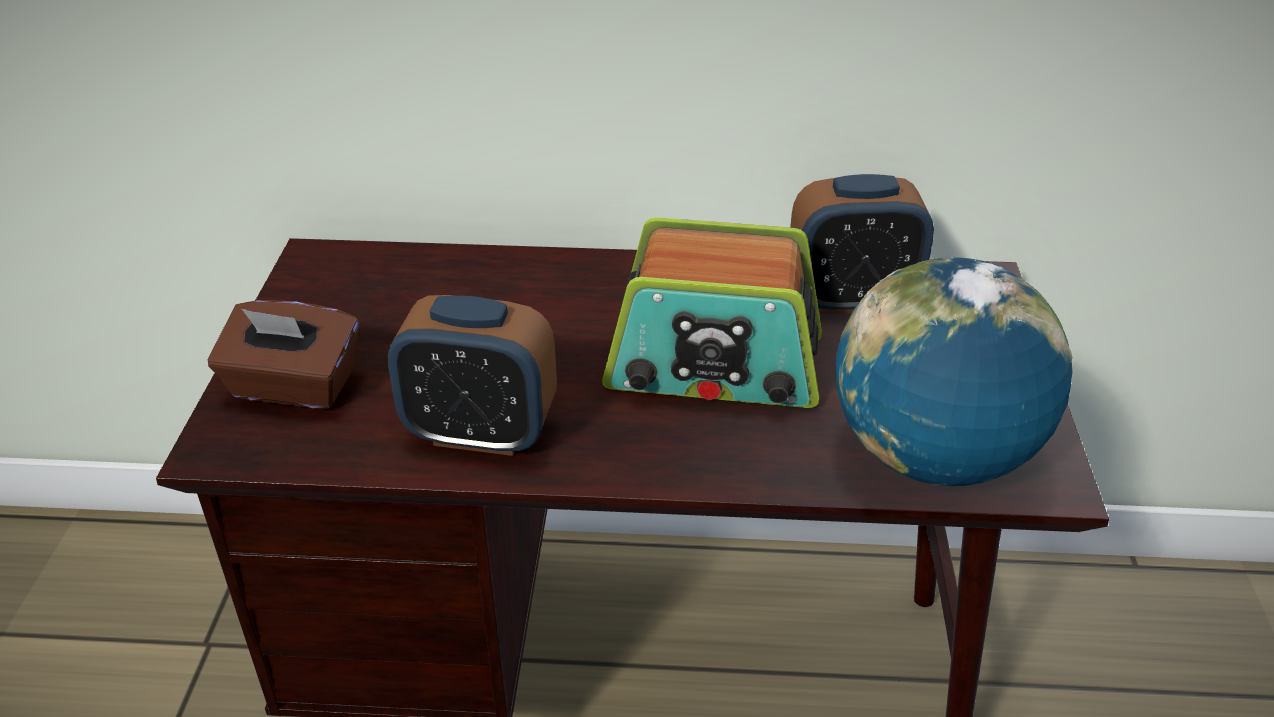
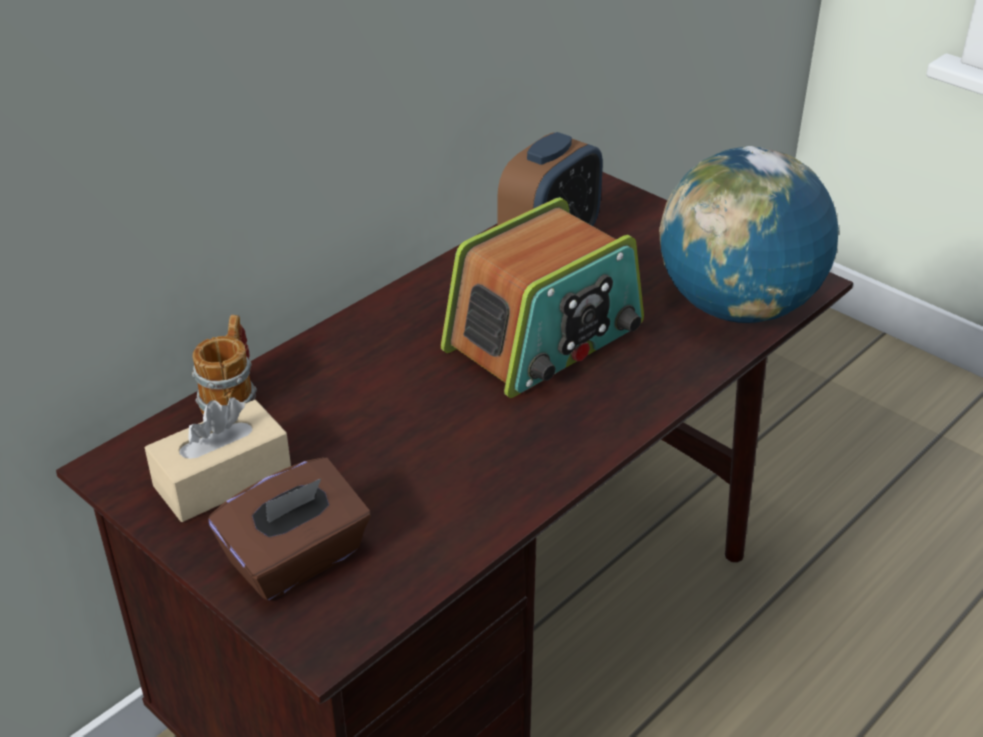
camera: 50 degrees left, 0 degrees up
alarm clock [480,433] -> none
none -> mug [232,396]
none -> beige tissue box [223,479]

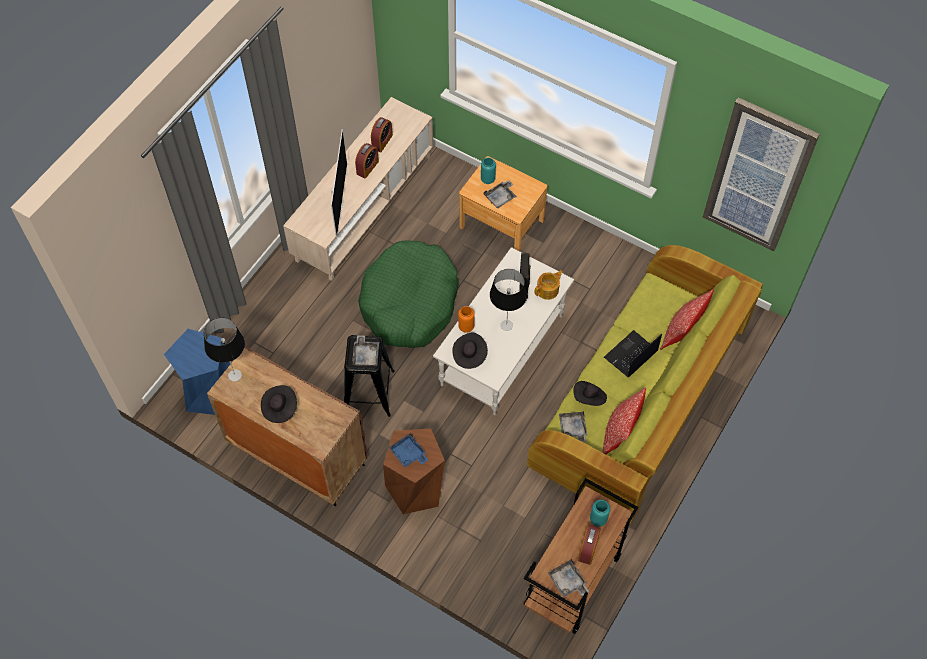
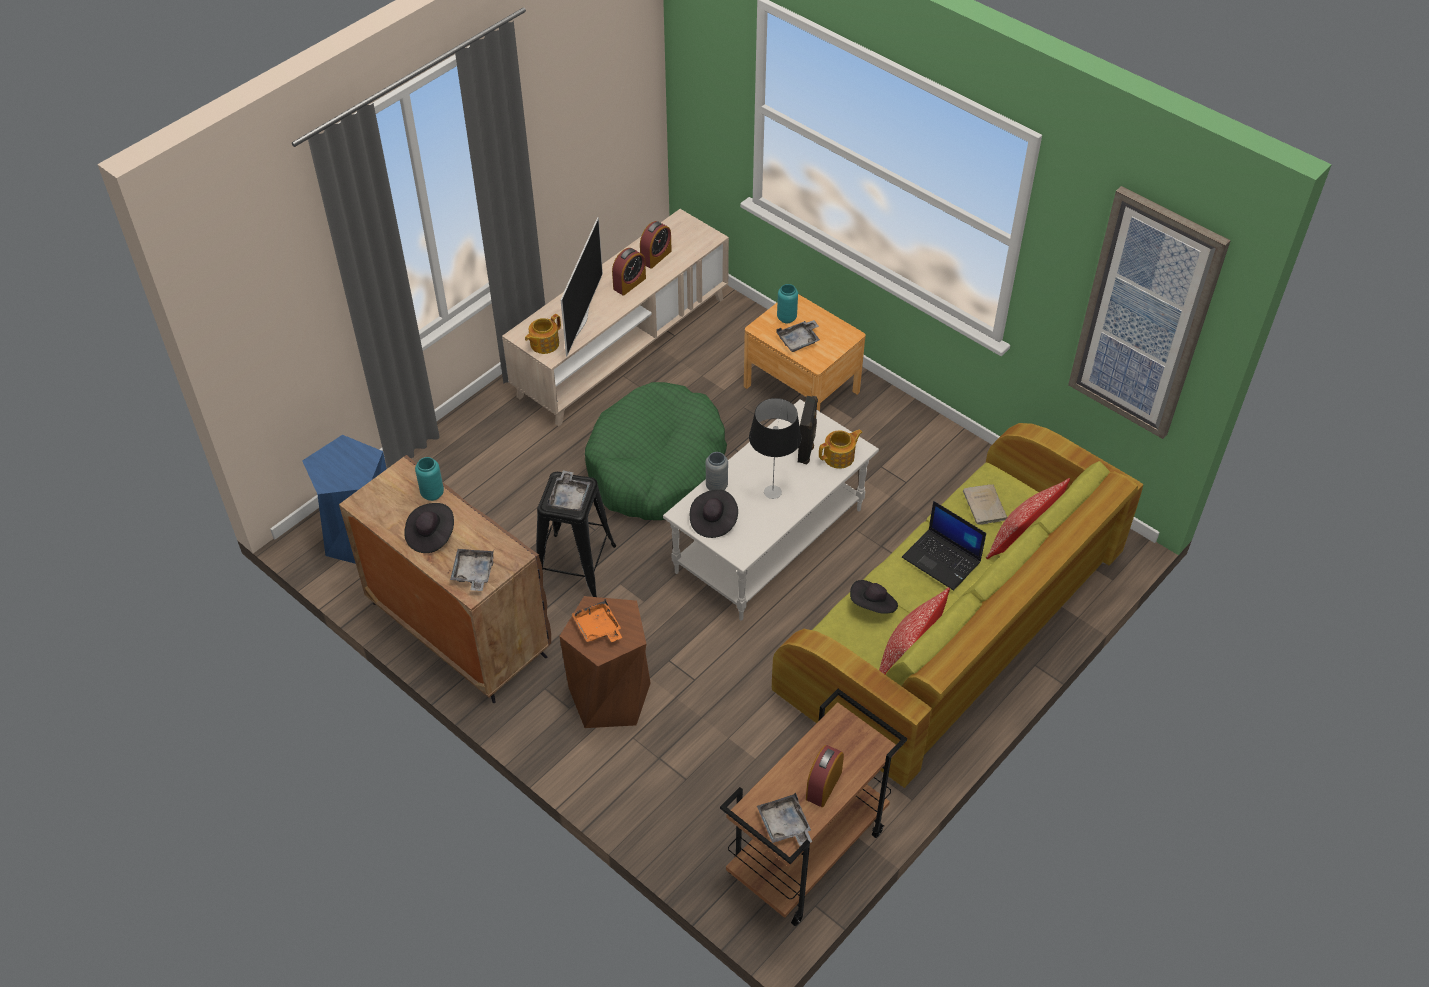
camera: 10 degrees right, 10 degrees down
orange vase [466,327] -> grey vase [716,486]
table lamp [235,375] -> none
laptop [631,355] -> laptop [942,560], 105 degrees counterclockwise
grey tray [573,428] -> grey tray [473,573], moved
blue tray [408,454] -> orange tray [598,628]
turquoise vase [598,519] -> turquoise vase [432,494], moved
none -> teapot [543,344]
none -> beige book [985,507]

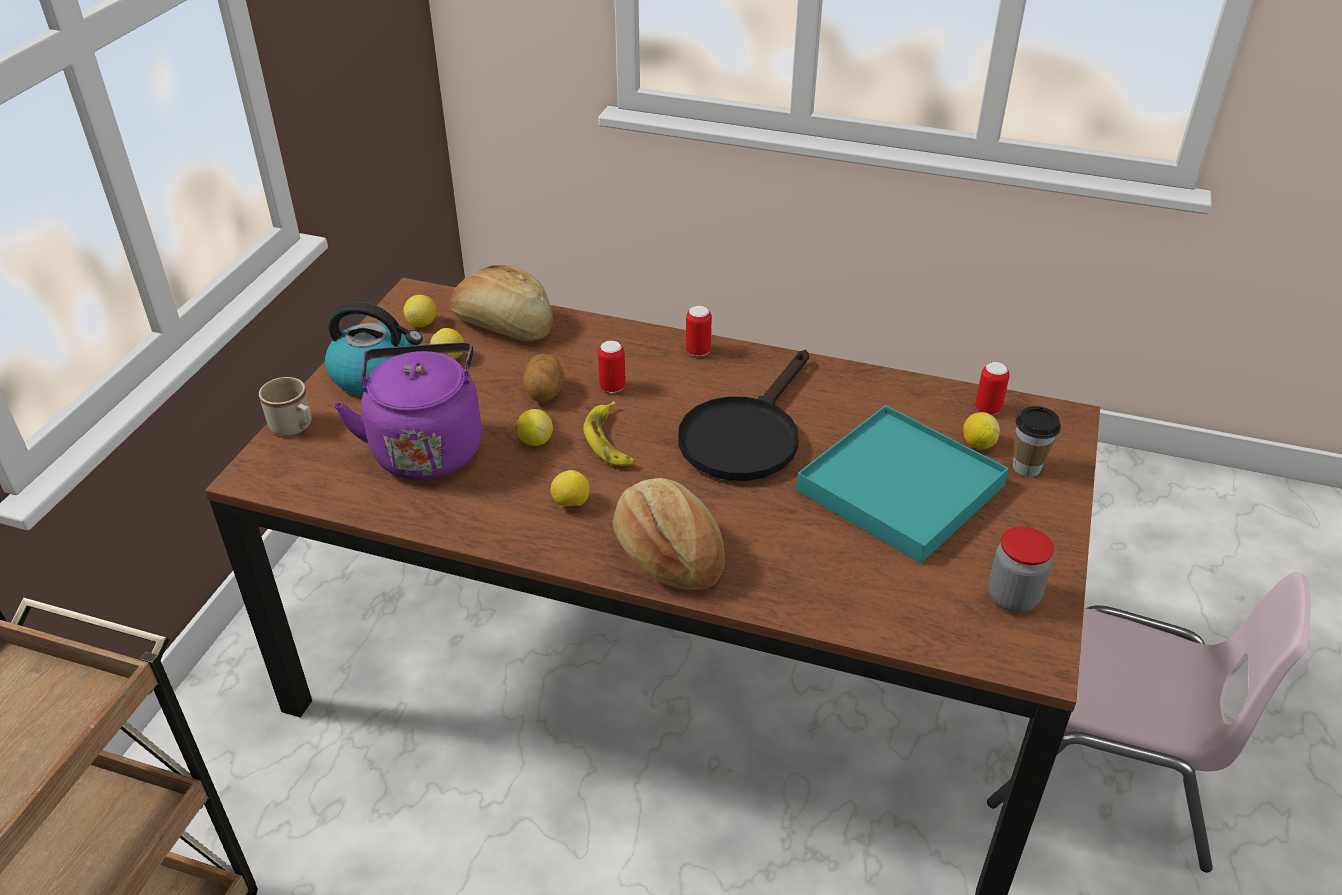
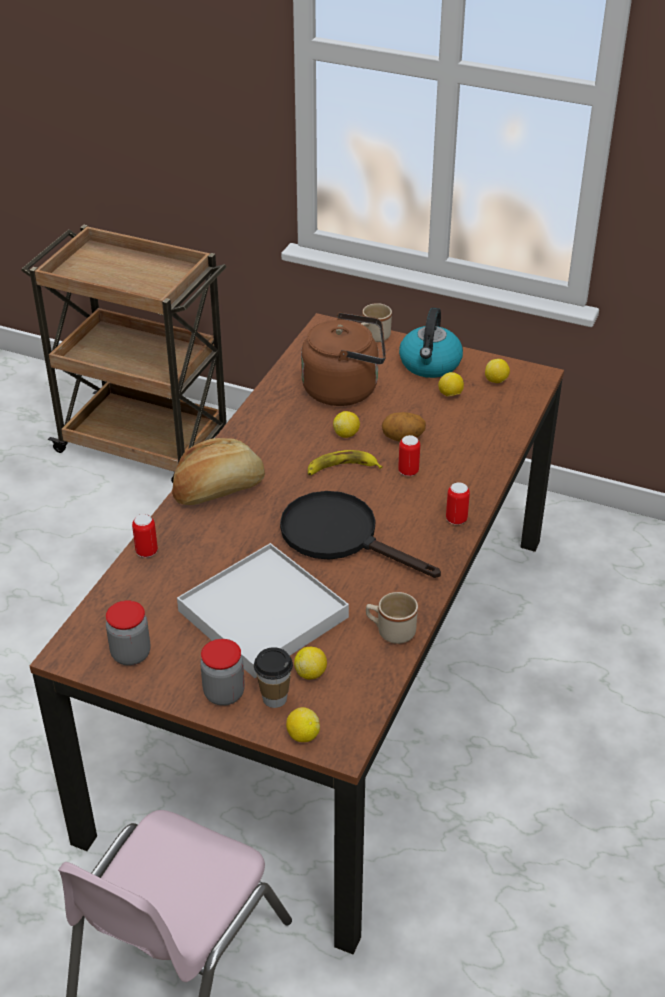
camera: 95 degrees right, 0 degrees up
bread [504,325] -> none
purple kettle [426,447] -> brown kettle [345,389]
can [987,409] -> can [146,552], moved
turquoise tray [899,488] -> white tray [263,614]
lemon [571,503] -> lemon [303,735], moved
none -> beige mug [390,631]
none -> jar [224,693]

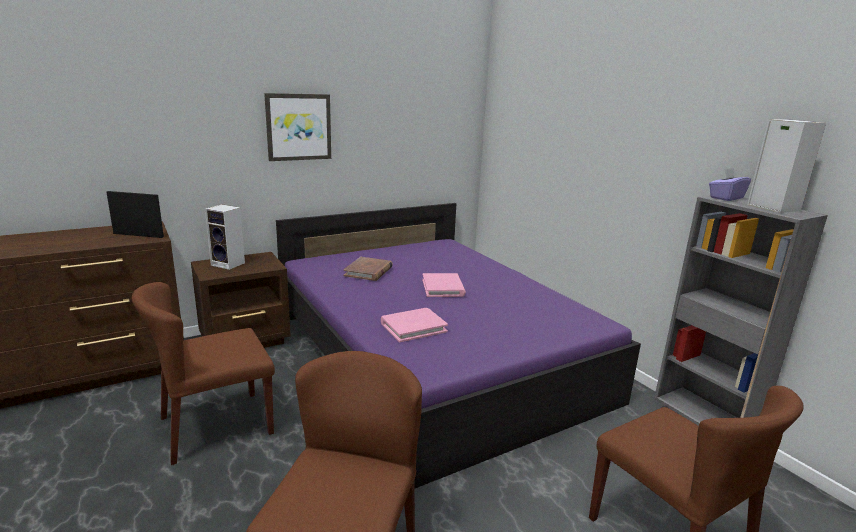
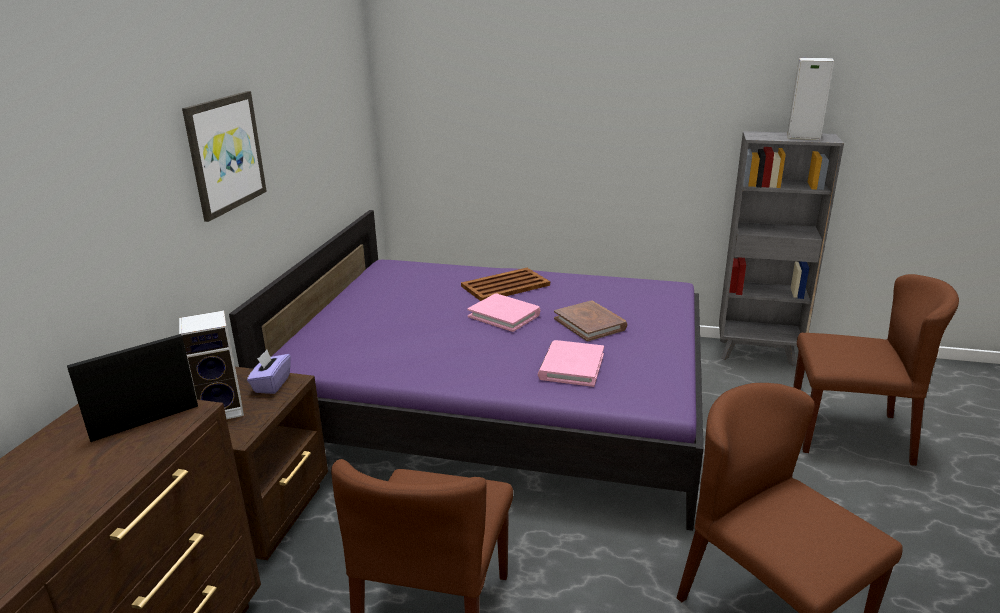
camera: 45 degrees left, 5 degrees up
purple tissue box [726,198] -> purple tissue box [271,384], moved
brown book [368,271] -> brown book [590,324], moved
none -> brown tray [504,286]

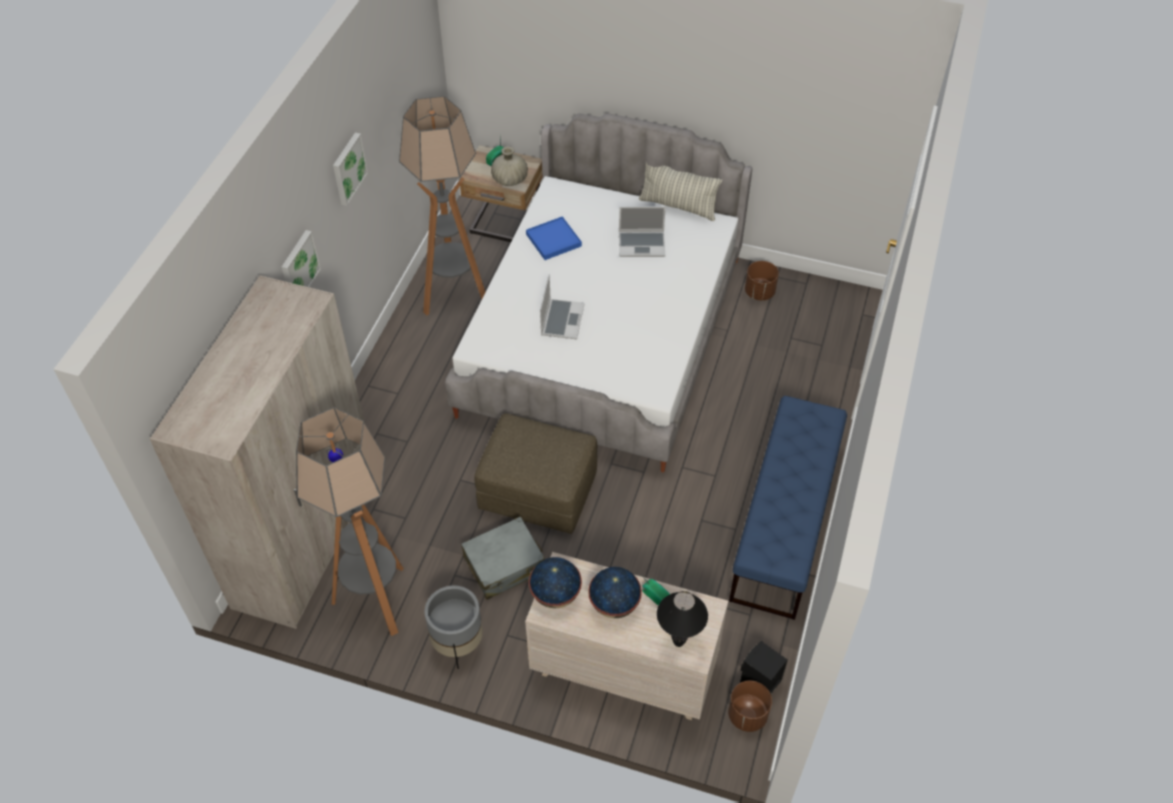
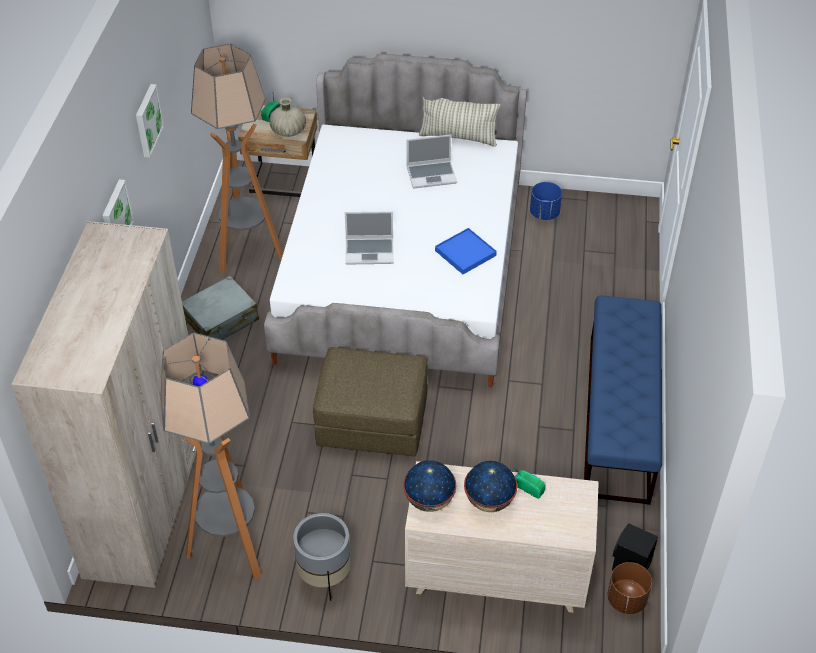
camera: 10 degrees left, 5 degrees down
blue tray [553,240] -> blue tray [465,253], moved
brown planter [759,292] -> blue planter [544,213]
laptop [561,319] -> laptop [370,251], 90 degrees clockwise
grey suitcase [505,565] -> grey suitcase [221,319], moved
black table lamp [678,643] -> none

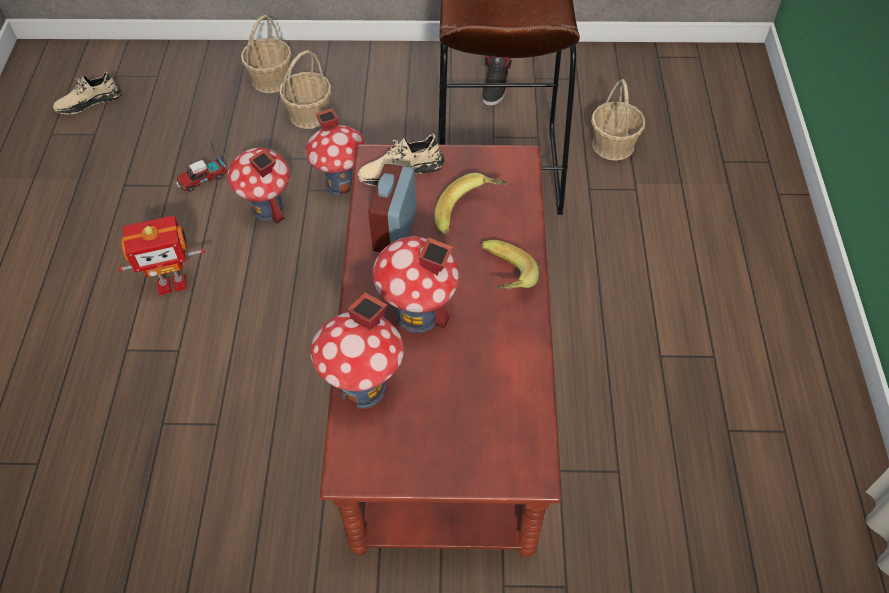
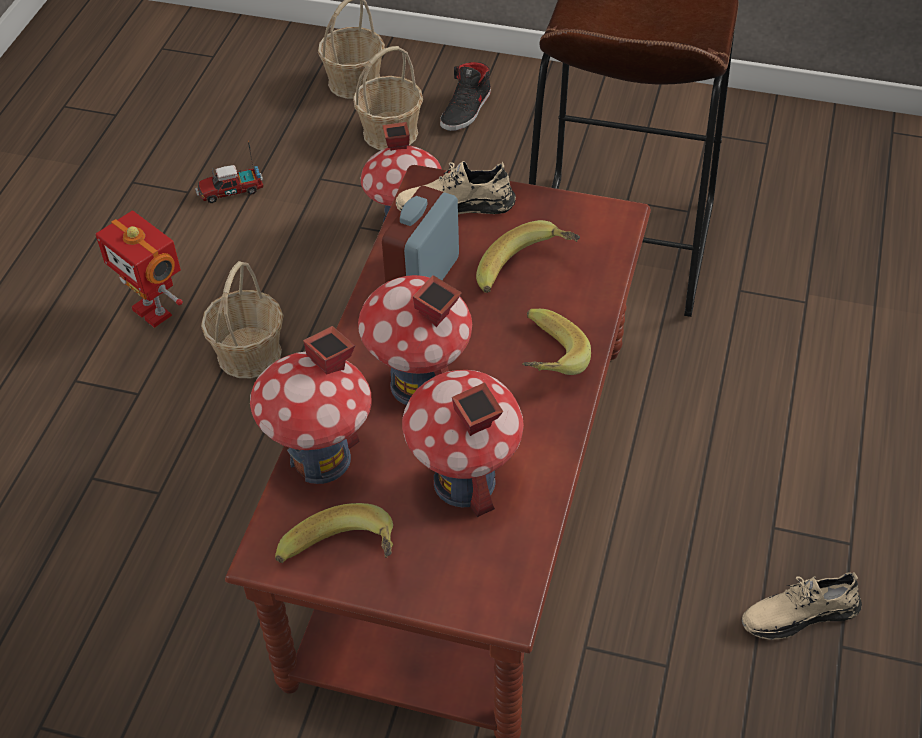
camera: 15 degrees right, 5 degrees down
black shoe [495,87] -> black shoe [466,110], moved
beige shoe [89,102] -> beige shoe [799,614], moved
basket [613,144] -> basket [250,353], moved
toy house [267,208] -> toy house [464,482], moved
toy robot [171,283] -> toy robot [154,311], 45 degrees clockwise
none -> banana [343,561]

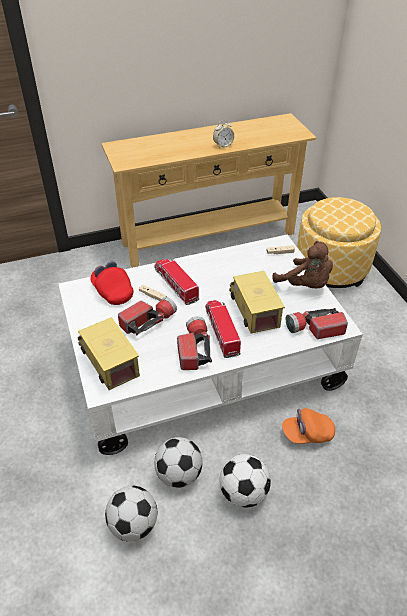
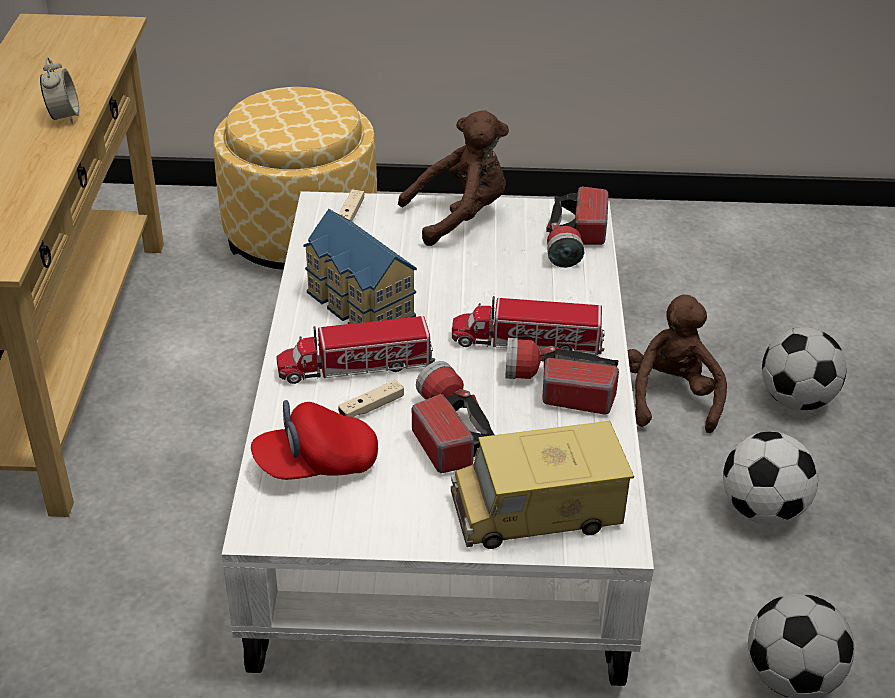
camera: 70 degrees left, 5 degrees down
toy truck [254,310] -> none
orange cap [307,434] -> brown plush toy [670,398]
football [179,475] -> football [797,400], moved
none -> toy house [358,304]

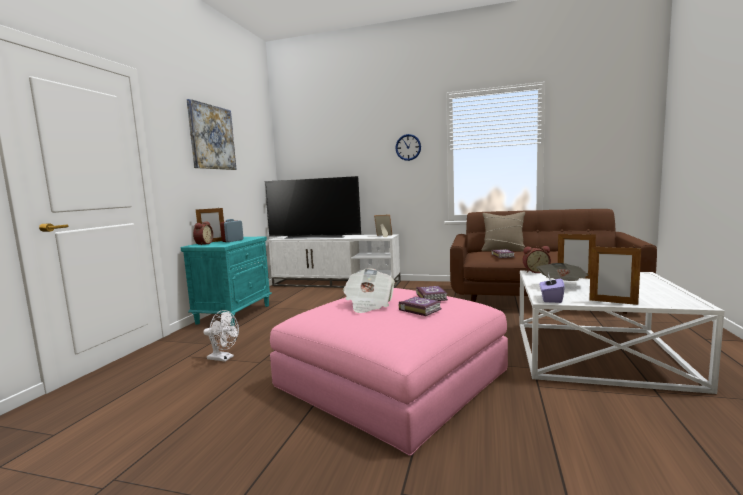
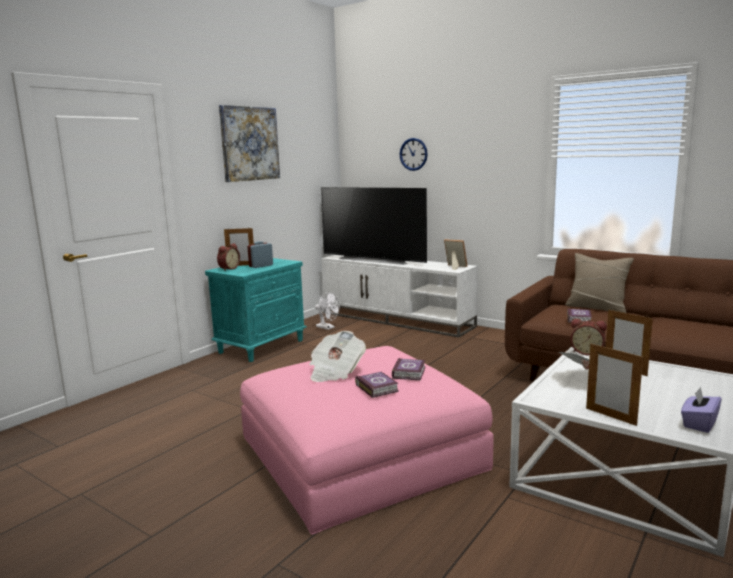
camera: 20 degrees right, 5 degrees up
wall clock [408,147] -> wall clock [413,154], moved
purple tissue box [551,299] -> purple tissue box [699,423], moved
white fan [224,358] -> white fan [327,328], moved

